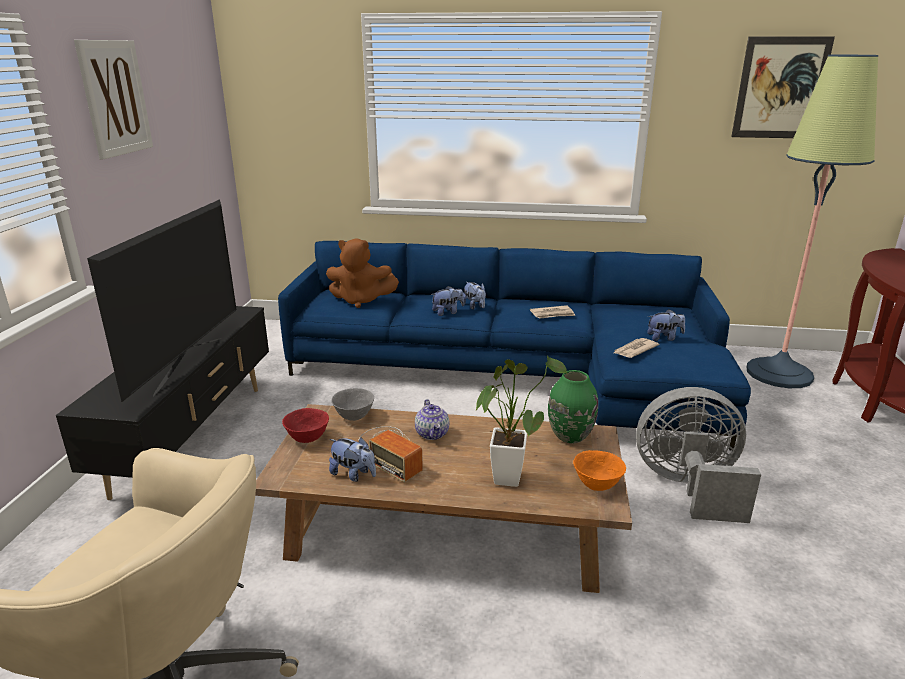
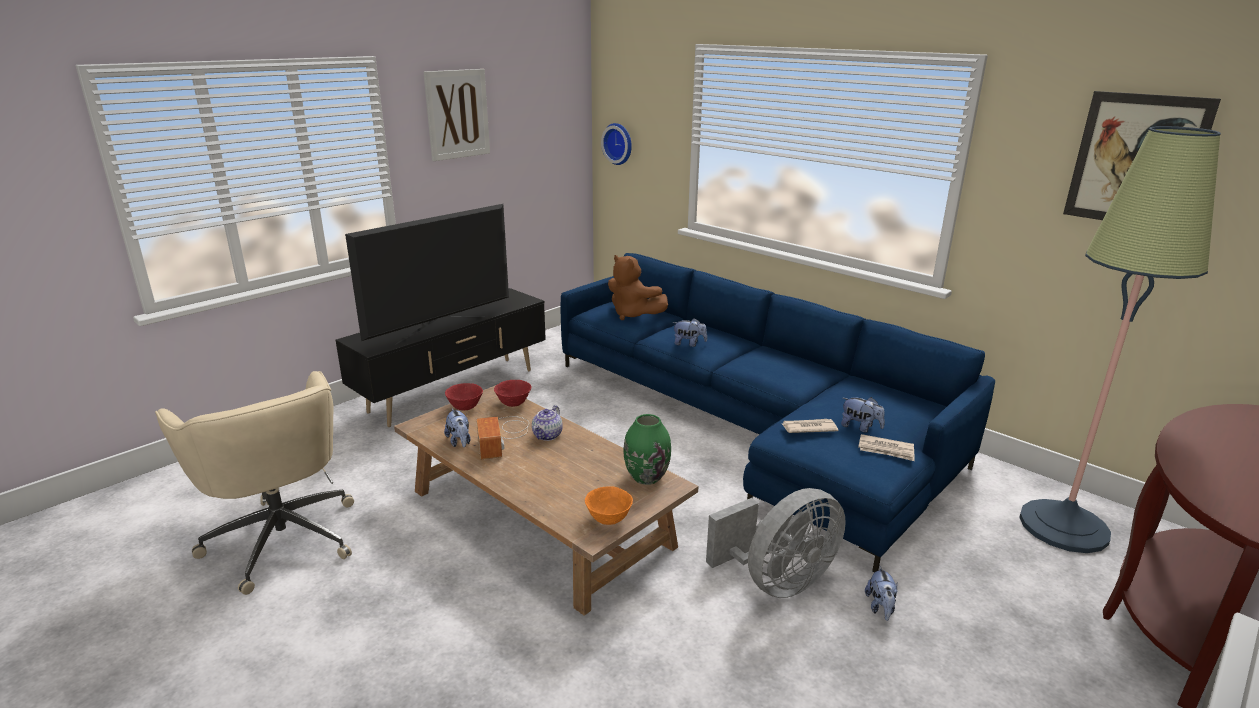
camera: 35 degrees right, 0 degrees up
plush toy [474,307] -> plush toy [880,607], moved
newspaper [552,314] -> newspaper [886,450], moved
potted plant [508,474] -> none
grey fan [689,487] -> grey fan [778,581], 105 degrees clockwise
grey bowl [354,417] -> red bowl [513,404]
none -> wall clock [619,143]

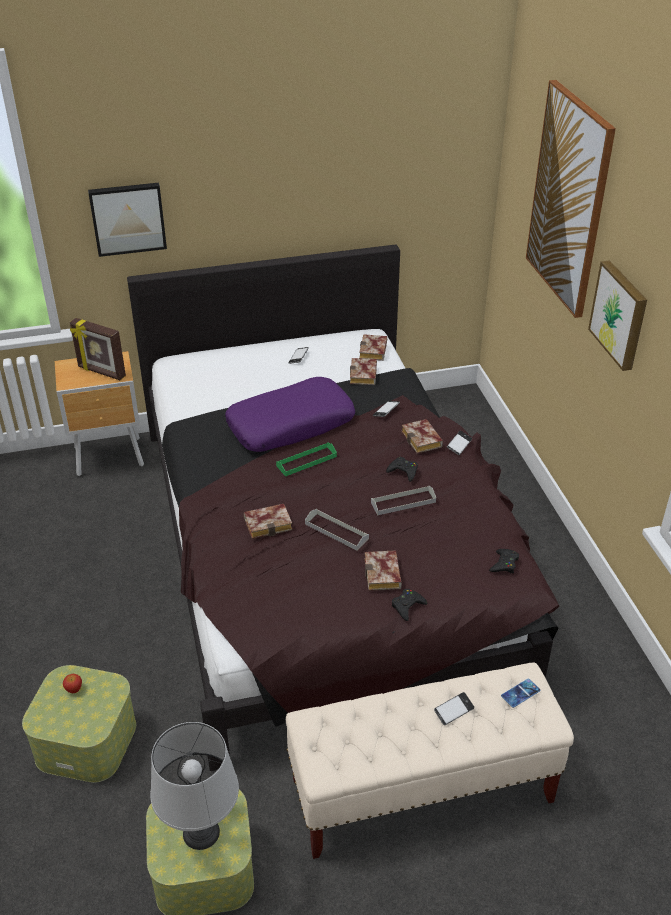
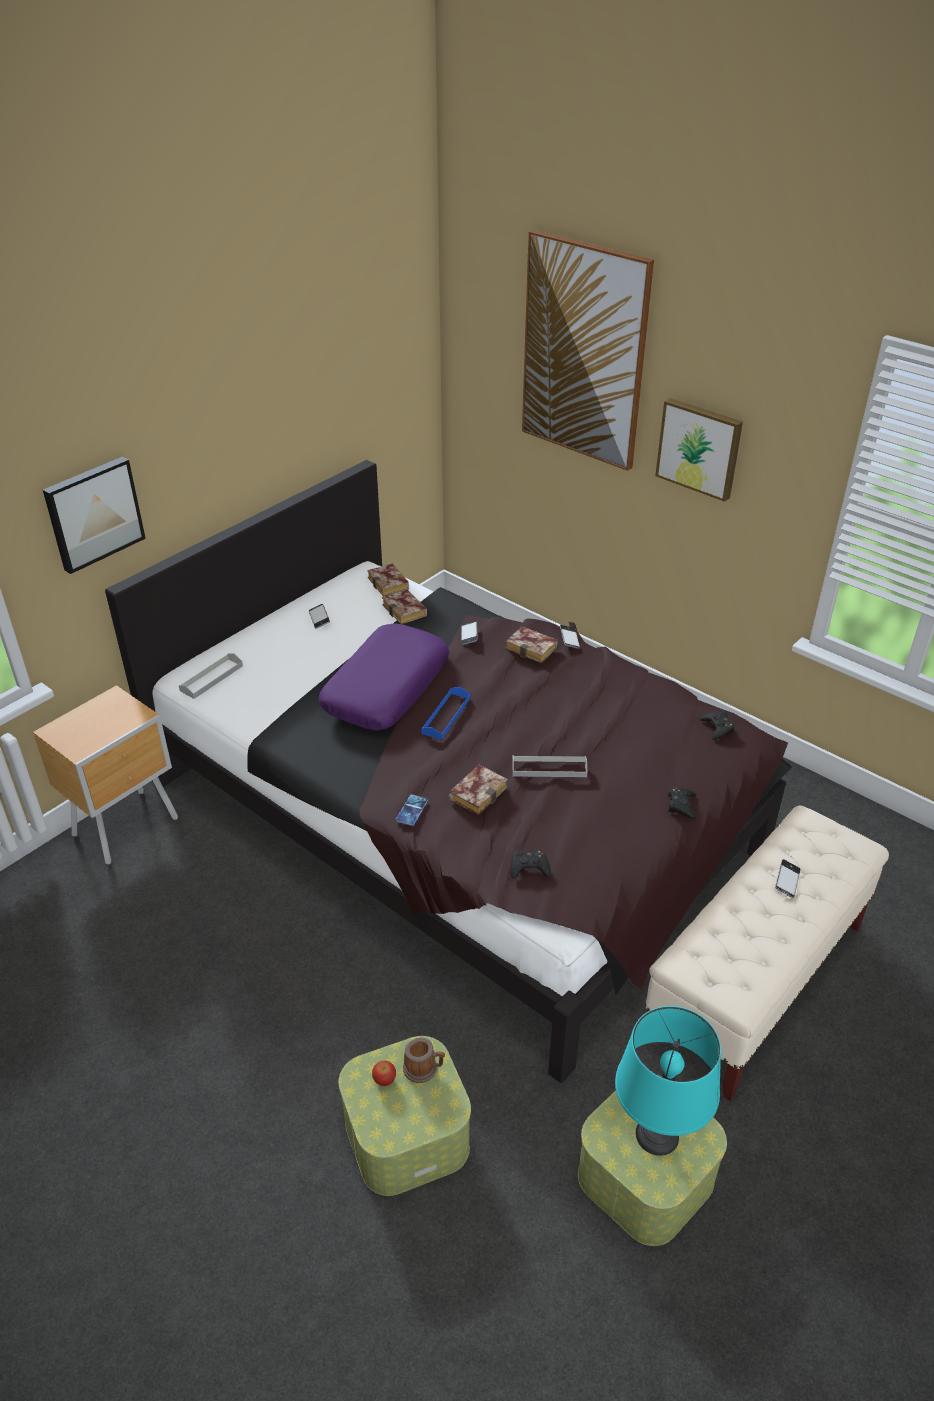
camera: 35 degrees left, 0 degrees up
picture frame [101,372] -> none
green tray [306,461] -> blue tray [446,716]
black game controller [403,471] -> black game controller [529,867], moved
grey tray [403,502] -> grey tray [211,678], moved
book [384,575] -> none
phone [520,693] -> phone [412,810], moved
grey table lamp [200,833] -> turquoise table lamp [657,1136]
none -> mug [424,1068]

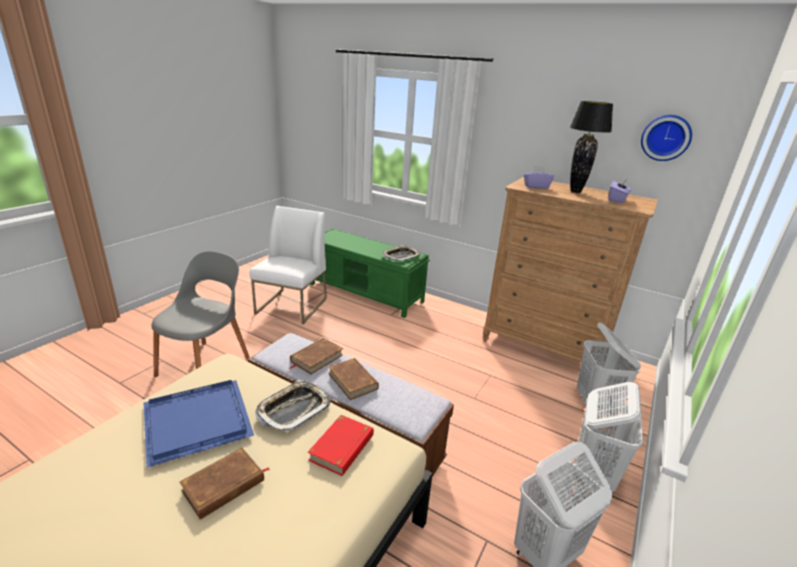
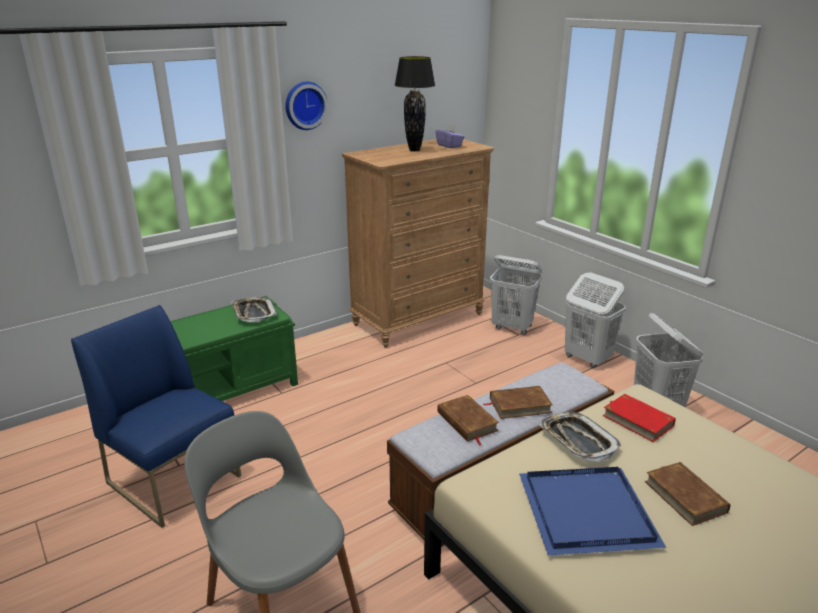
camera: 65 degrees left, 0 degrees up
wall clock [666,137] -> wall clock [304,105], moved
purple tissue box [536,186] -> none
white chair [292,306] -> blue chair [175,479]

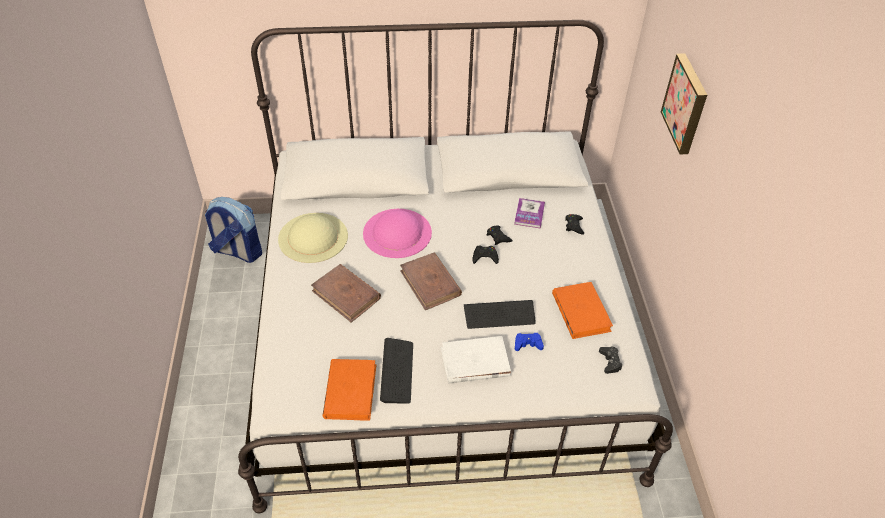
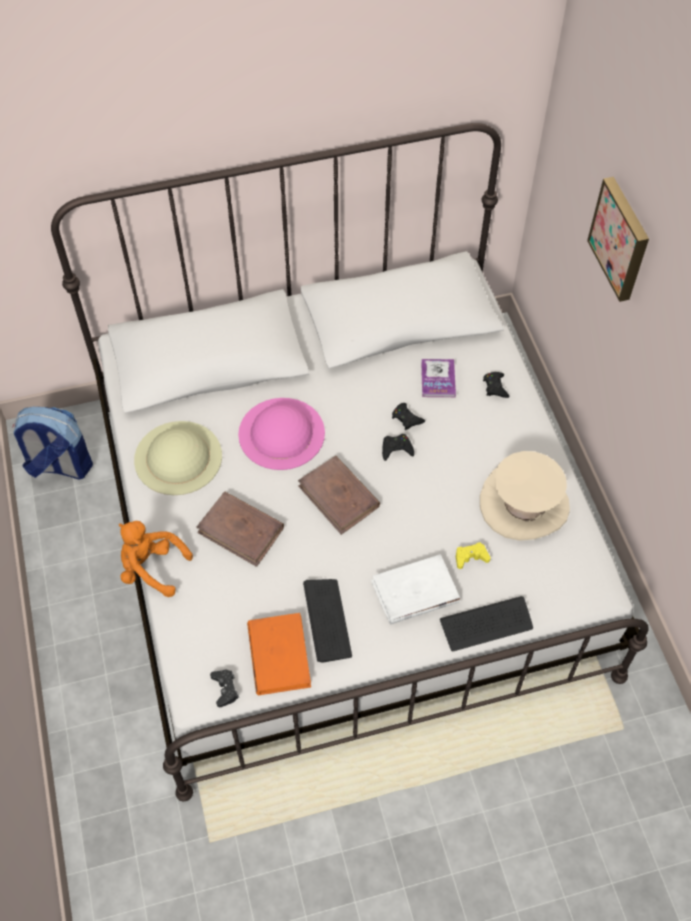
camera: 10 degrees left, 10 degrees up
orange book [580,312] -> beige hat [524,504]
keyboard [499,315] -> keyboard [486,624], moved
blue game controller [527,344] -> yellow game controller [470,557]
black game controller [610,362] -> black game controller [225,689], moved
none -> orange plush toy [151,568]

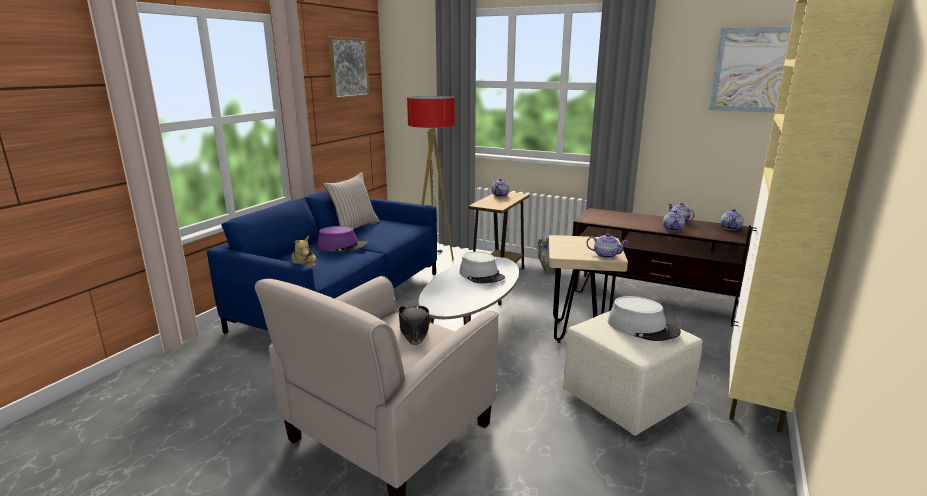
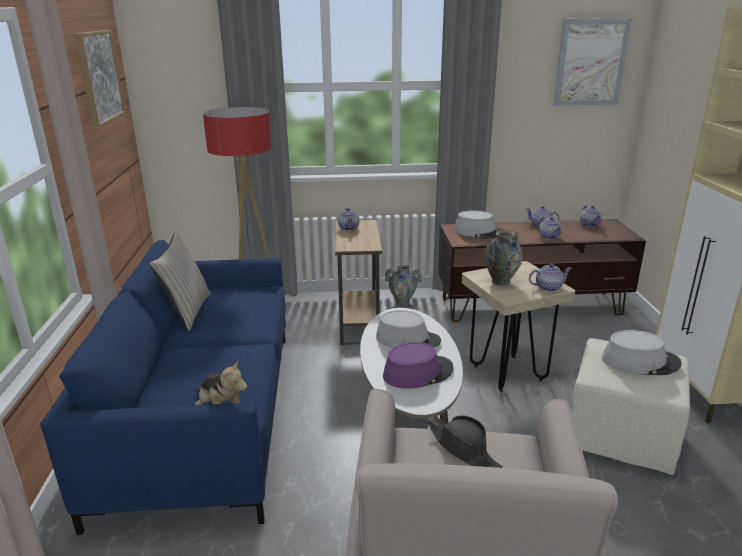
camera: 30 degrees left, 5 degrees up
purple hat [342,246] -> purple hat [418,372], moved
none -> grey hat [479,232]
none -> vase [501,281]

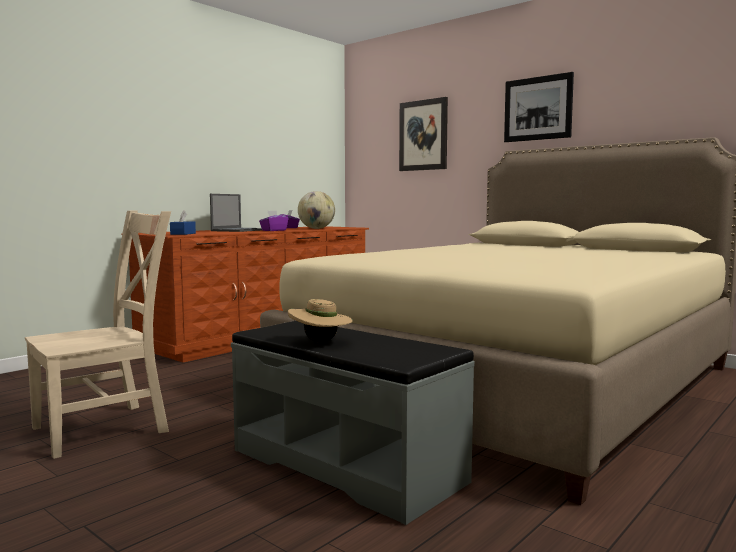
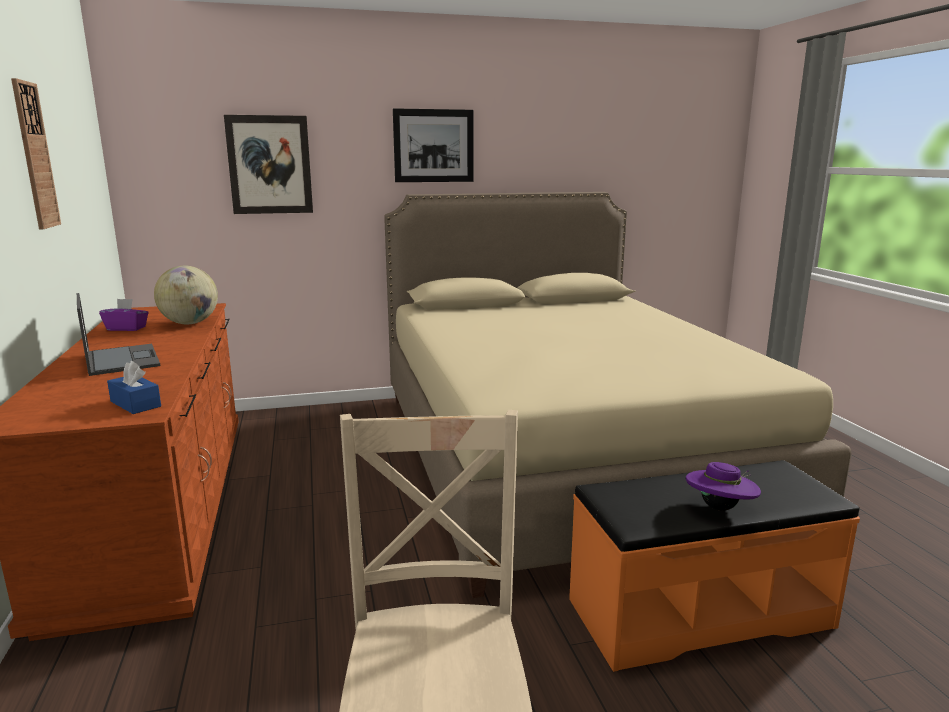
camera: 55 degrees left, 10 degrees up
purple tissue box [273,230] -> none
beige hat [320,342] -> purple hat [720,508]
grey bench [347,464] -> orange bench [698,612]
none -> wall clock [35,156]

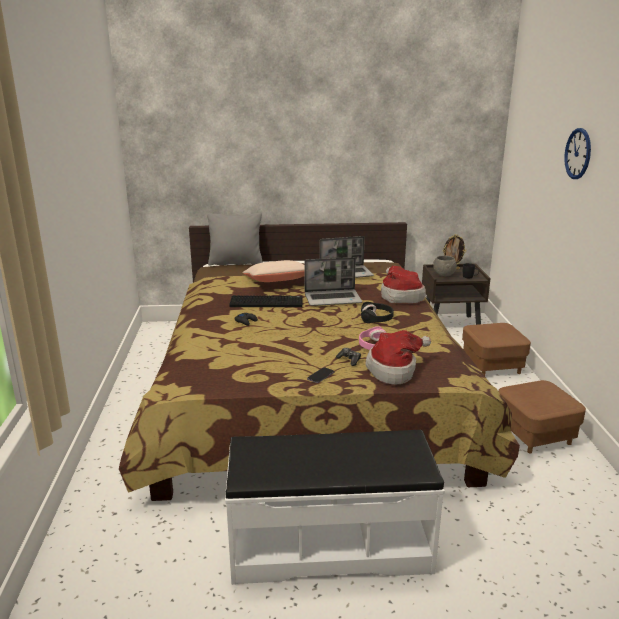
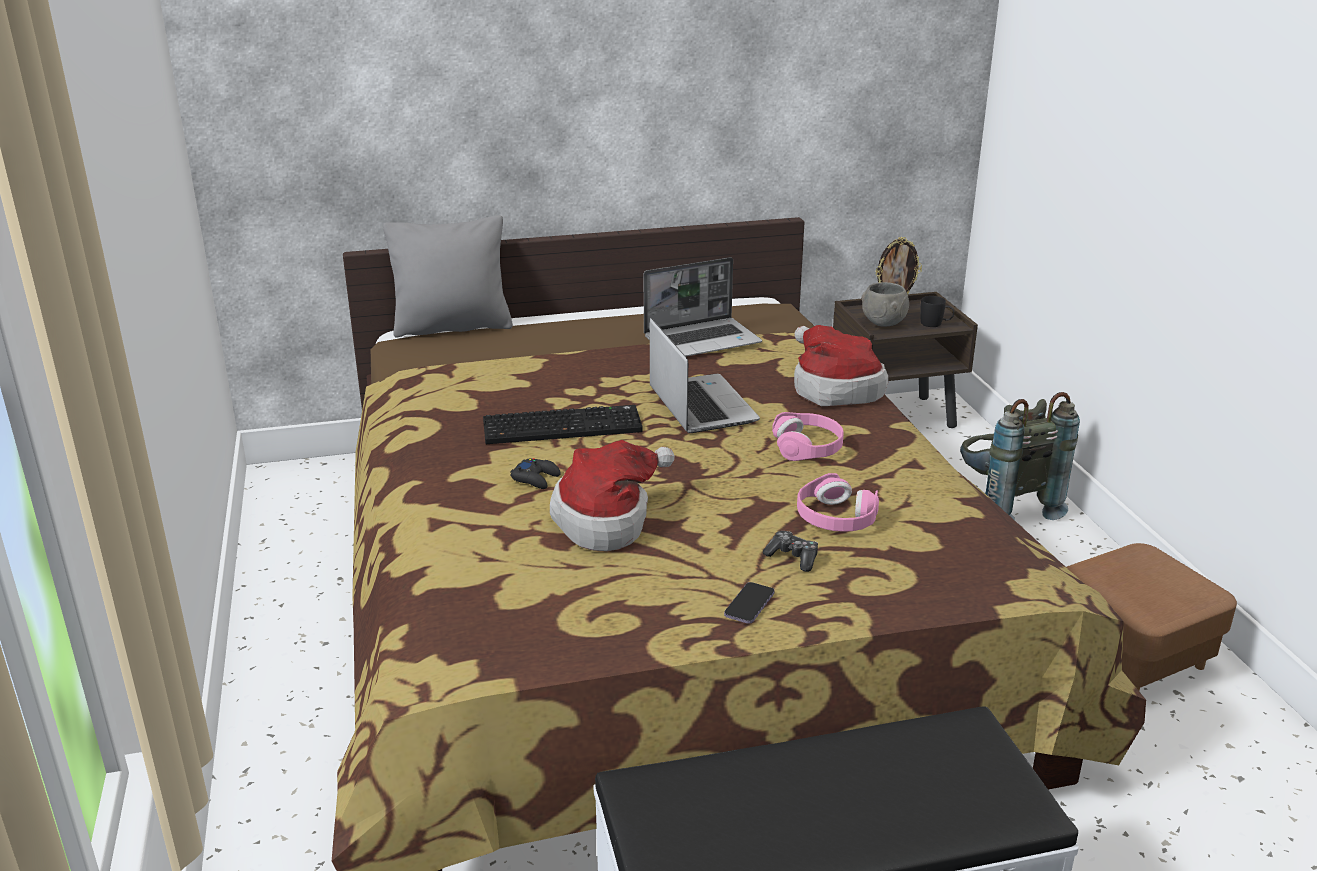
camera: 10 degrees left, 5 degrees up
wall clock [578,153] -> none
laptop [333,299] -> laptop [700,405], 90 degrees counterclockwise
beige pillow [277,282] -> none
black headphones [376,318] -> pink headphones [807,446]
brown ottoman [492,366] -> grey backpack [1003,506]
hat [395,370] -> hat [608,519], moved

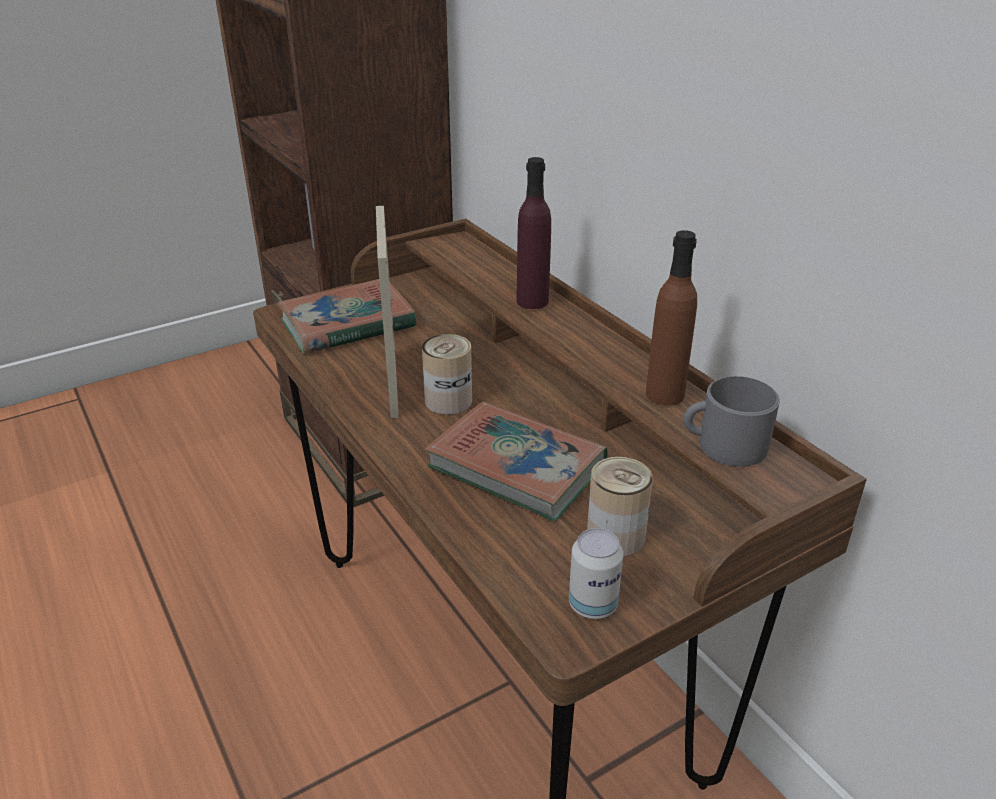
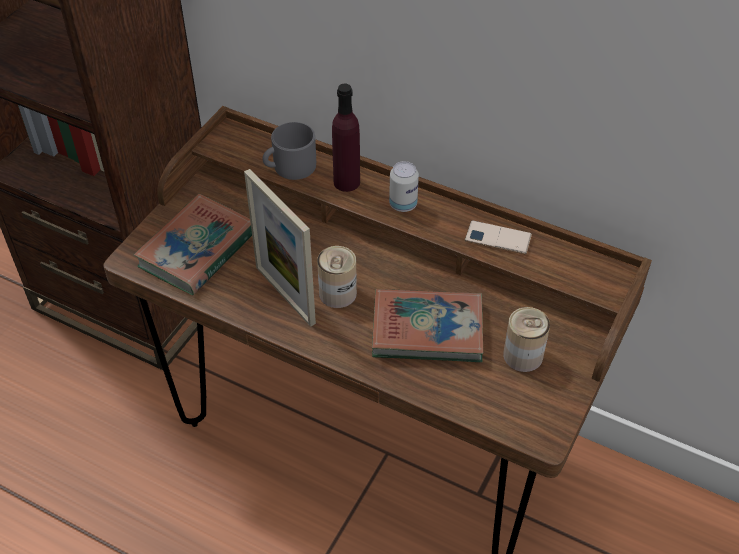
camera: 30 degrees left, 15 degrees up
brown bottle [665,394] -> phone [498,238]
grey mug [723,445] -> grey mug [289,167], moved
can [592,605] -> can [403,204], moved

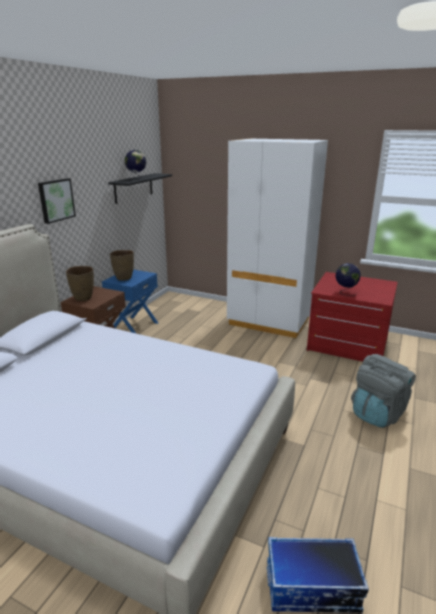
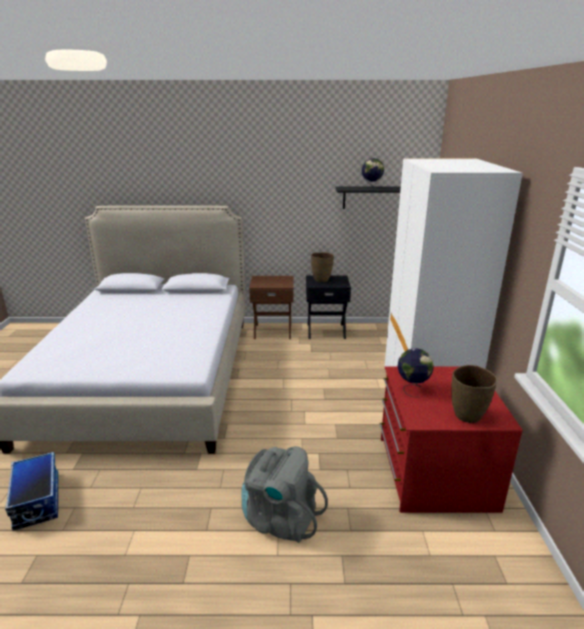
camera: 65 degrees right, 0 degrees up
picture [55,200] -> none
brown vase [83,298] -> brown vase [467,416], moved
blue nightstand [133,327] -> black nightstand [326,330]

